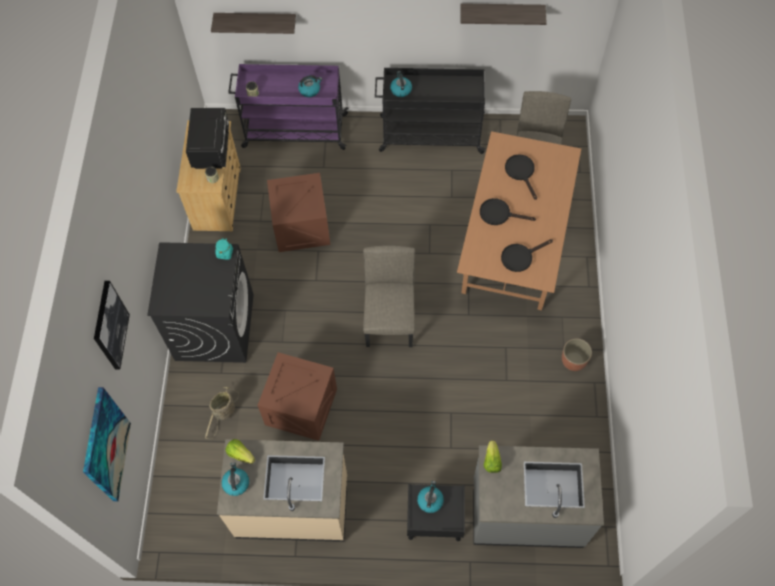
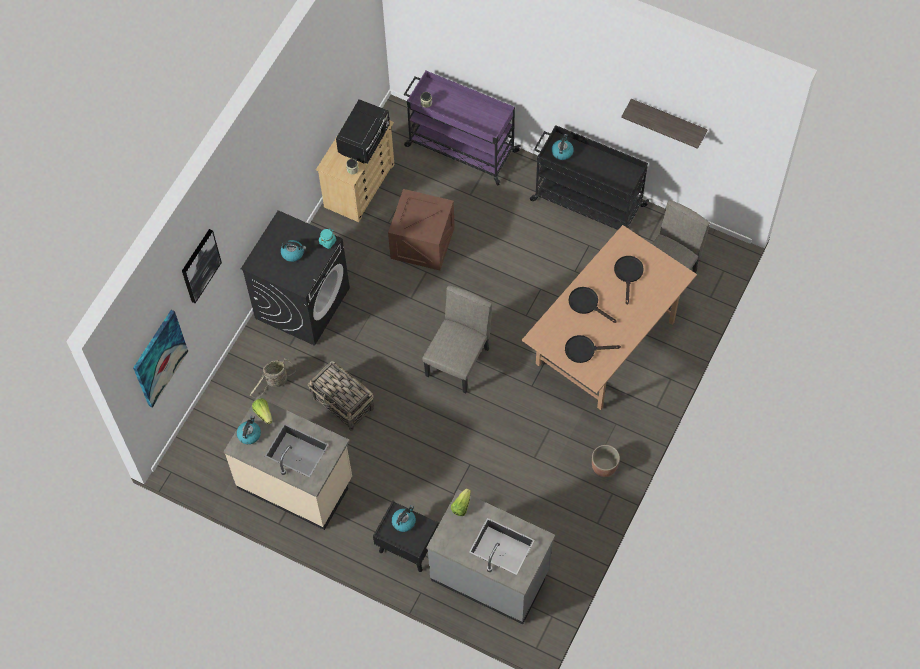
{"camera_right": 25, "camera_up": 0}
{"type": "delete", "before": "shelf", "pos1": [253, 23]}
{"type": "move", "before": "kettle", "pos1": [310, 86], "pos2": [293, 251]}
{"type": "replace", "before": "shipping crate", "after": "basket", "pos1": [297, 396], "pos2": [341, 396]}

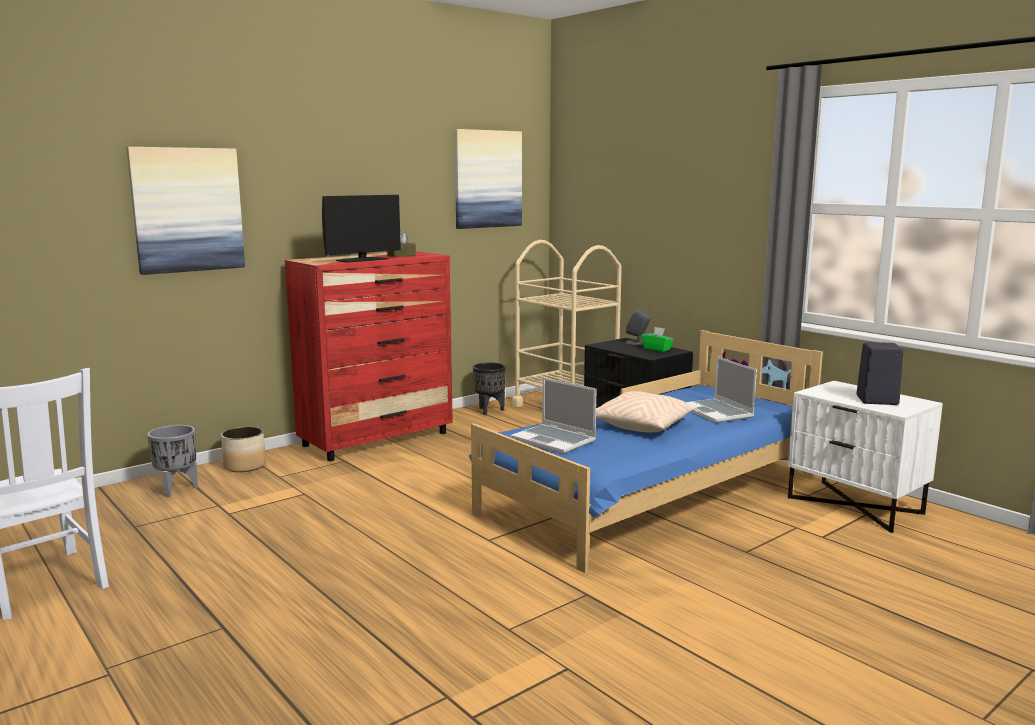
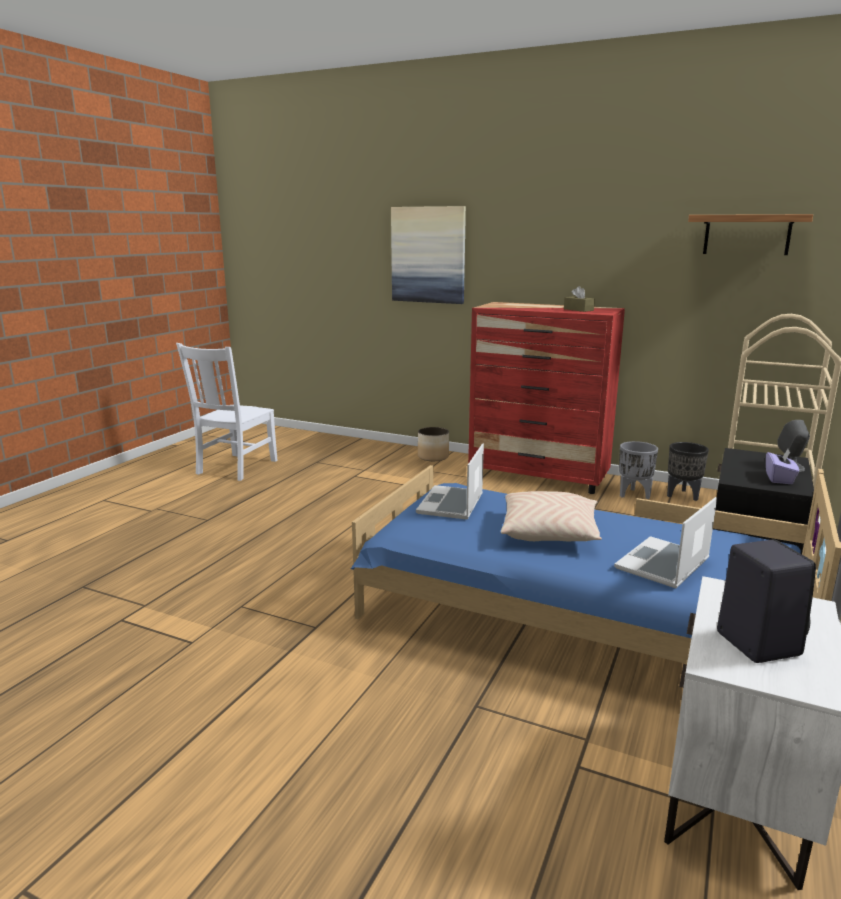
{"camera_right": 65, "camera_up": 5}
{"type": "replace", "before": "picture", "after": "shelf", "pos1": [488, 179], "pos2": [750, 234]}
{"type": "delete", "before": "computer screen", "pos1": [361, 229]}
{"type": "recolor", "before": "tissue holder (green)", "after": "tissue holder (purple)", "pos1": [657, 339], "pos2": [782, 466]}
{"type": "move", "before": "planter (grey)", "pos1": [172, 461], "pos2": [638, 470]}

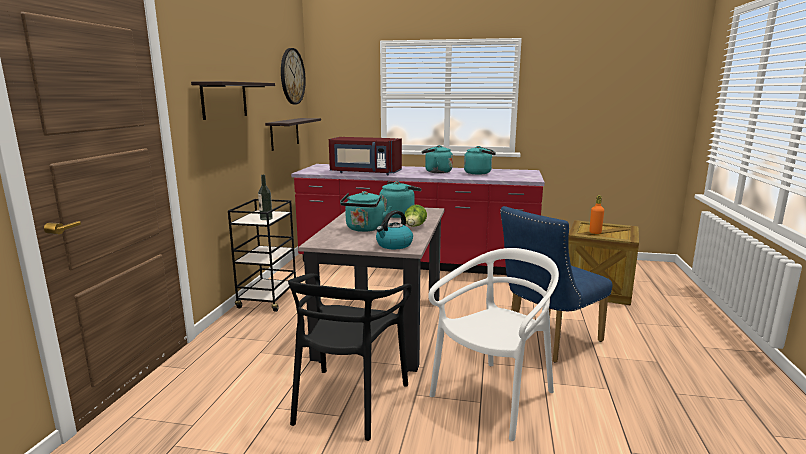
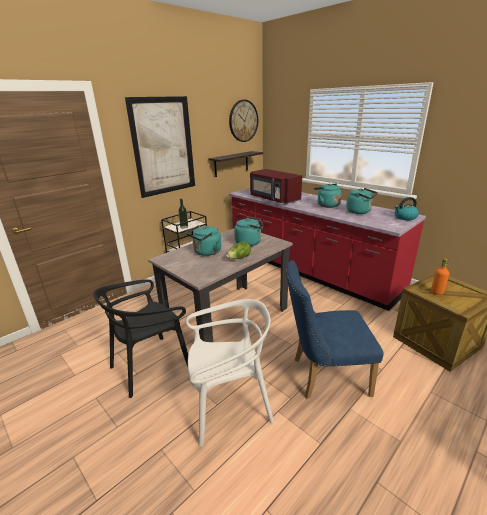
{"camera_right": 35, "camera_up": 10}
{"type": "replace", "before": "shelf", "after": "picture", "pos1": [233, 100], "pos2": [160, 147]}
{"type": "move", "before": "kettle", "pos1": [394, 229], "pos2": [407, 208]}

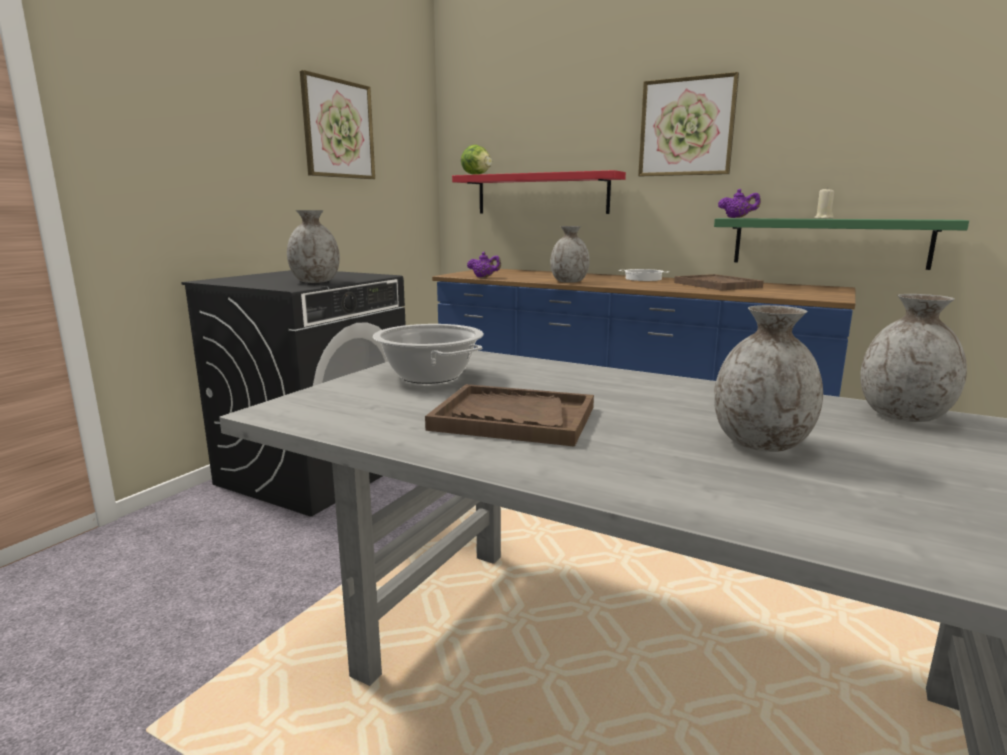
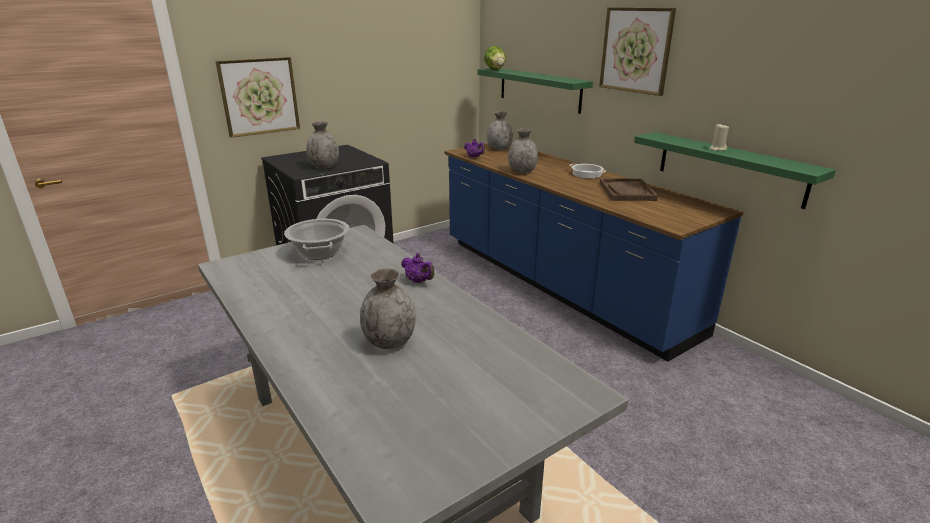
{"camera_right": 25, "camera_up": 10}
{"type": "move", "before": "picture", "pos1": [337, 124], "pos2": [257, 97]}
{"type": "recolor", "before": "shelf (red)", "after": "shelf (green)", "pos1": [539, 192], "pos2": [535, 91]}
{"type": "move", "before": "pot for tea (purple)", "pos1": [739, 203], "pos2": [417, 268]}
{"type": "move", "before": "decorative vase (grey)", "pos1": [913, 358], "pos2": [500, 131]}
{"type": "delete", "before": "carrying tray (brown-coloured)", "pos1": [509, 415]}

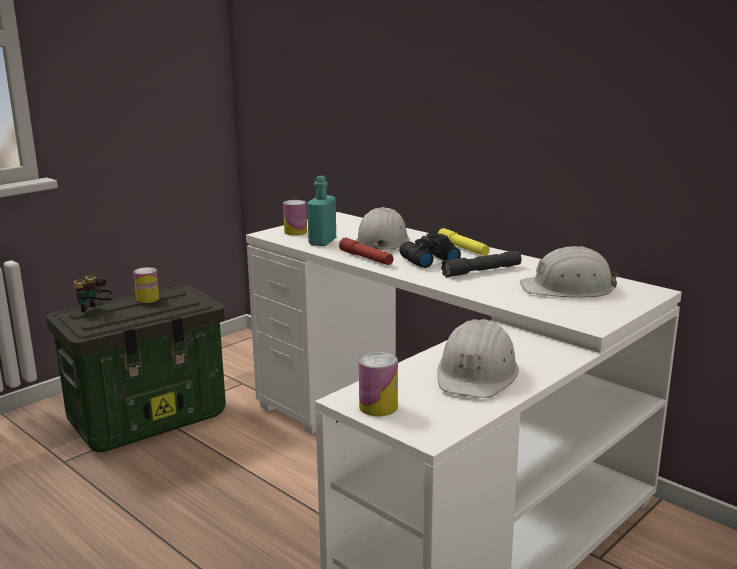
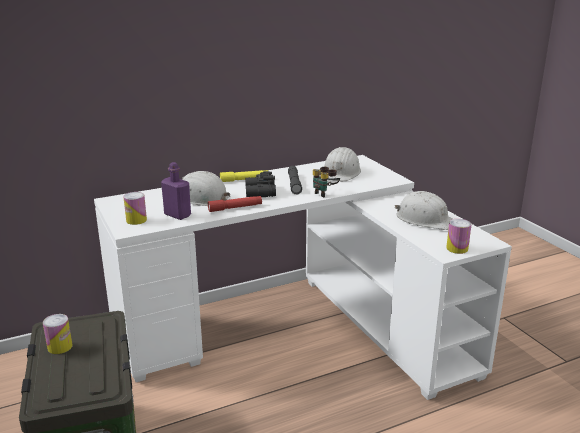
{"camera_right": -70, "camera_up": 5}
{"type": "recolor", "before": "drink bottle (blue-green)", "after": "drink bottle (purple)", "pos1": [321, 211], "pos2": [176, 191]}
{"type": "move", "before": "pair of binoculars", "pos1": [93, 294], "pos2": [326, 182]}

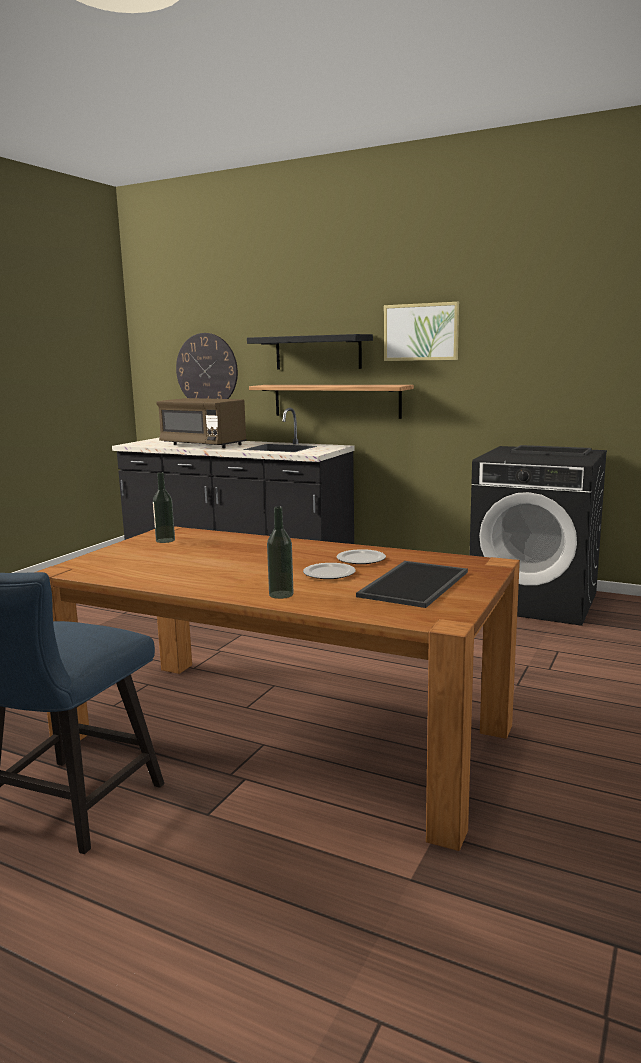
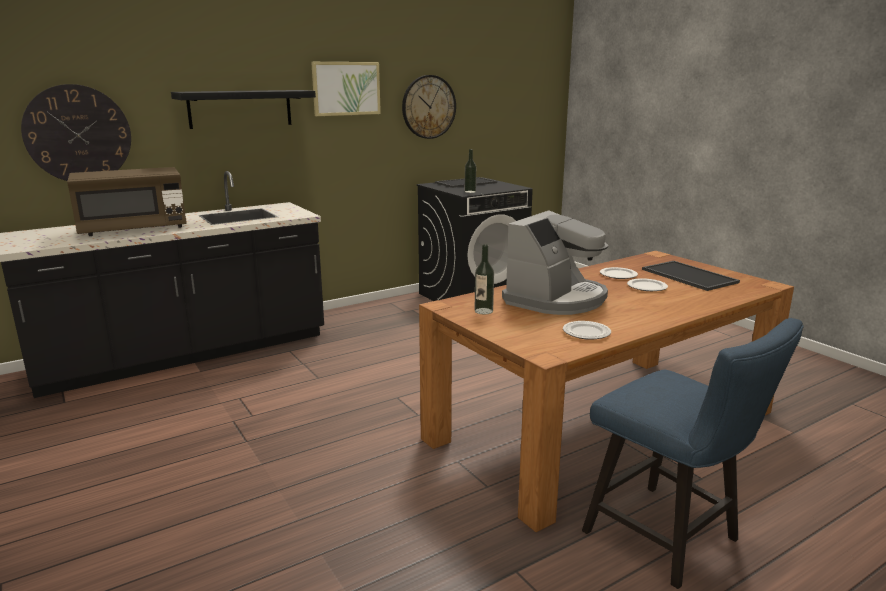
{"camera_right": -60, "camera_up": 5}
{"type": "delete", "before": "shelf", "pos1": [331, 402]}
{"type": "move", "before": "drink bottle", "pos1": [280, 552], "pos2": [470, 171]}
{"type": "insert", "after": "wall clock", "pos2": [429, 107]}
{"type": "insert", "after": "coffee brewer", "pos2": [555, 262]}
{"type": "insert", "after": "flat dish", "pos2": [587, 330]}

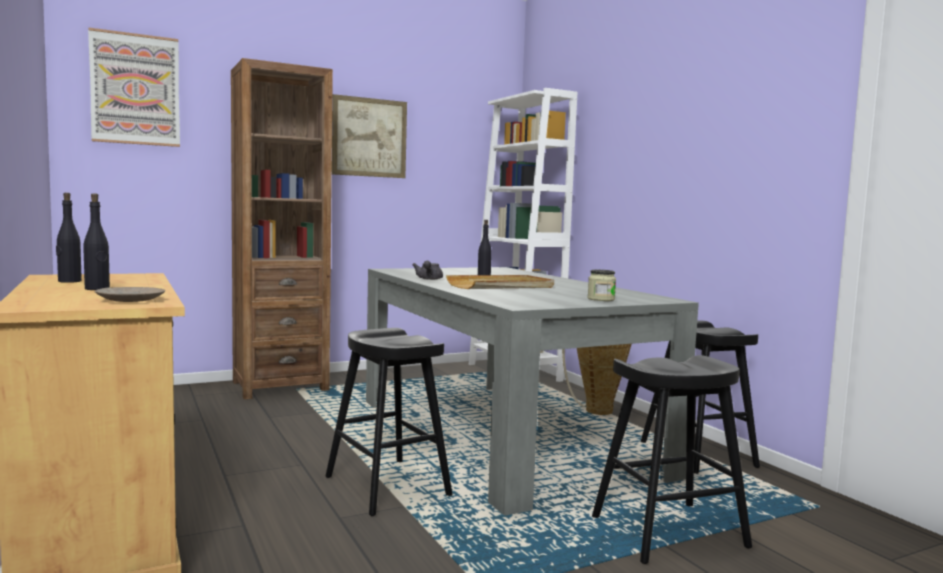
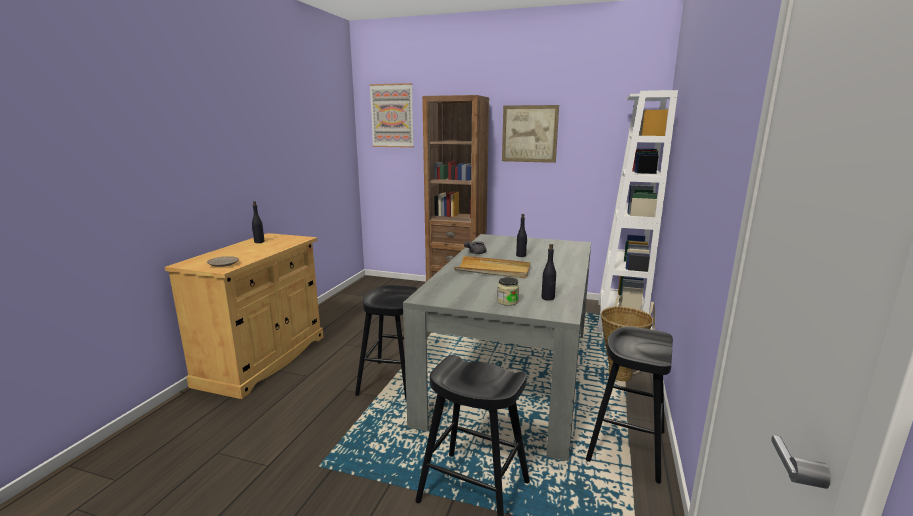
{"camera_right": 45, "camera_up": 10}
{"type": "move", "before": "drink bottle (blackish)", "pos1": [96, 242], "pos2": [548, 272]}

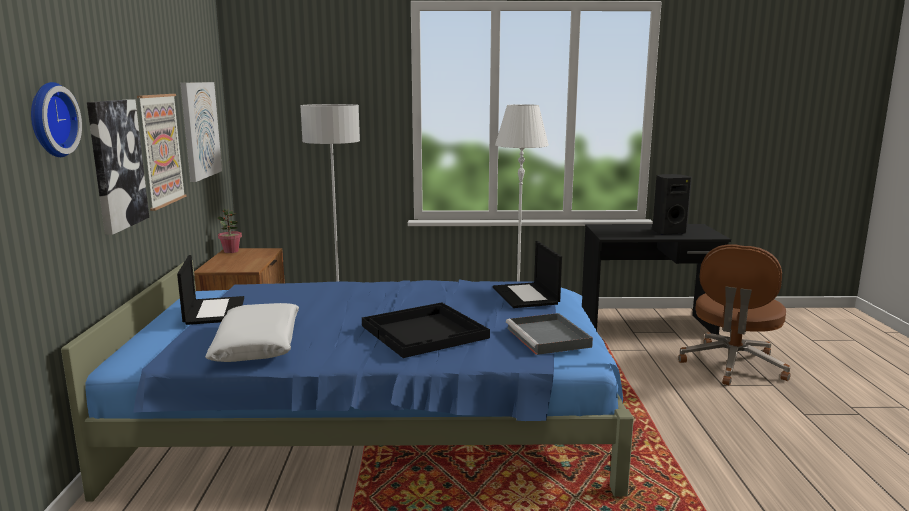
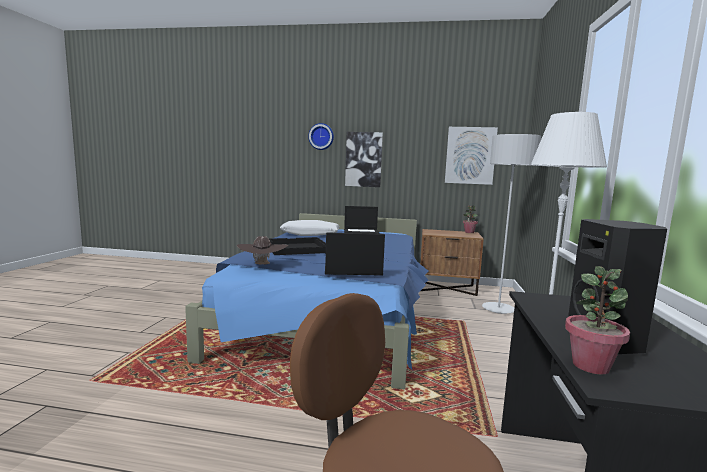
{"camera_right": 100, "camera_up": -5}
{"type": "delete", "before": "picture", "pos1": [162, 152]}
{"type": "replace", "before": "carrying tray (grey)", "after": "clothing hat (brown-coloured)", "pos1": [549, 334], "pos2": [262, 250]}
{"type": "insert", "after": "houseplant", "pos2": [597, 320]}

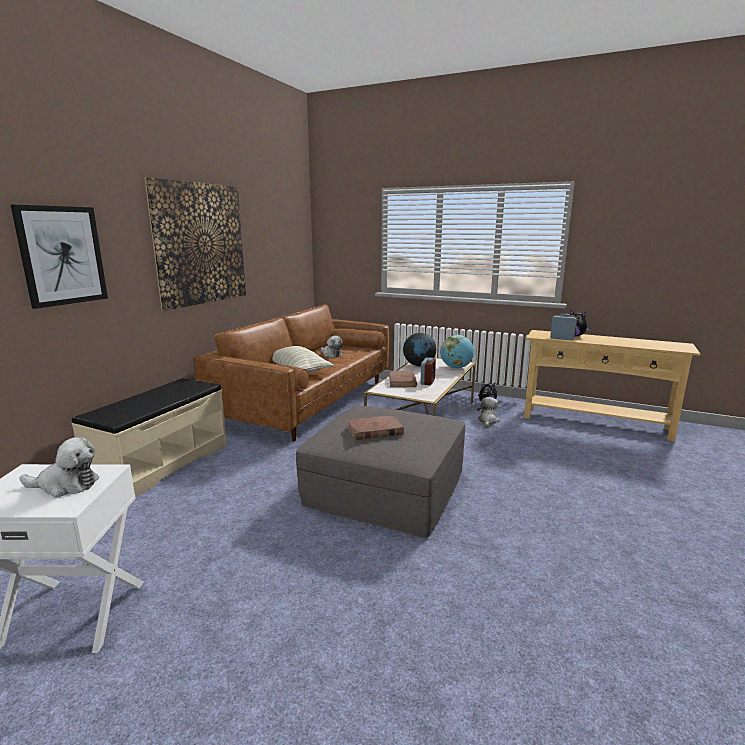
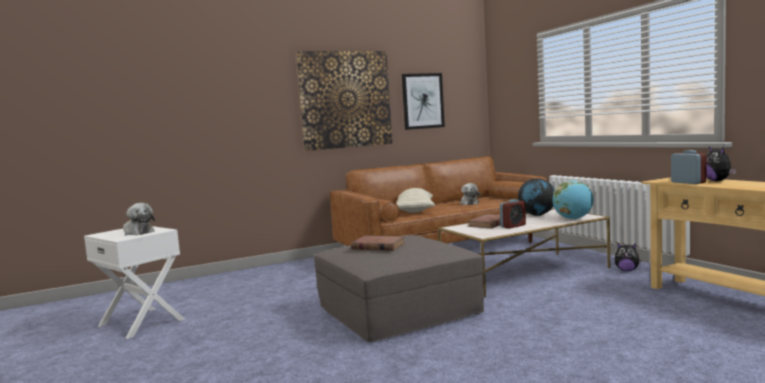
{"camera_right": 40, "camera_up": -10}
{"type": "move", "before": "picture", "pos1": [59, 257], "pos2": [423, 101]}
{"type": "delete", "before": "bench (beige)", "pos1": [149, 437]}
{"type": "delete", "before": "plush toy", "pos1": [488, 412]}

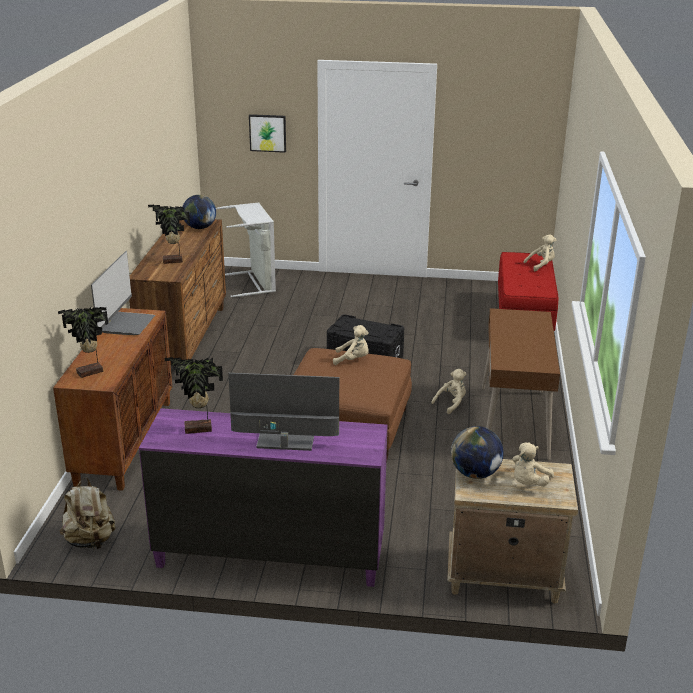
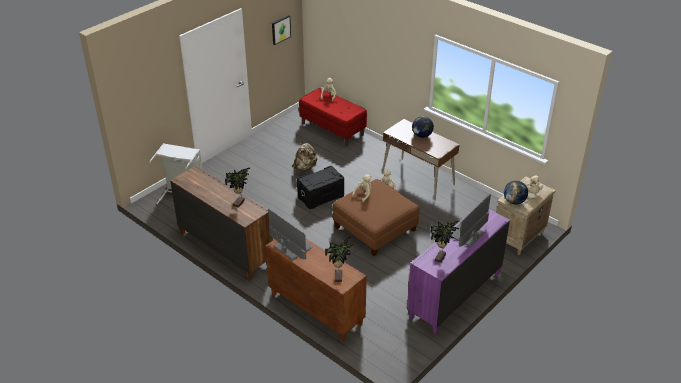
{"camera_right": -55, "camera_up": 10}
{"type": "move", "before": "picture", "pos1": [267, 133], "pos2": [281, 30]}
{"type": "move", "before": "globe", "pos1": [199, 212], "pos2": [423, 127]}
{"type": "move", "before": "backpack (beige)", "pos1": [87, 513], "pos2": [305, 156]}

